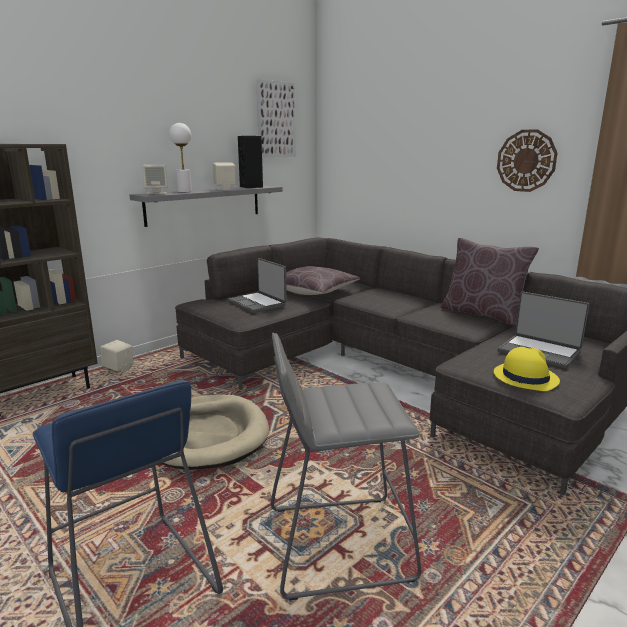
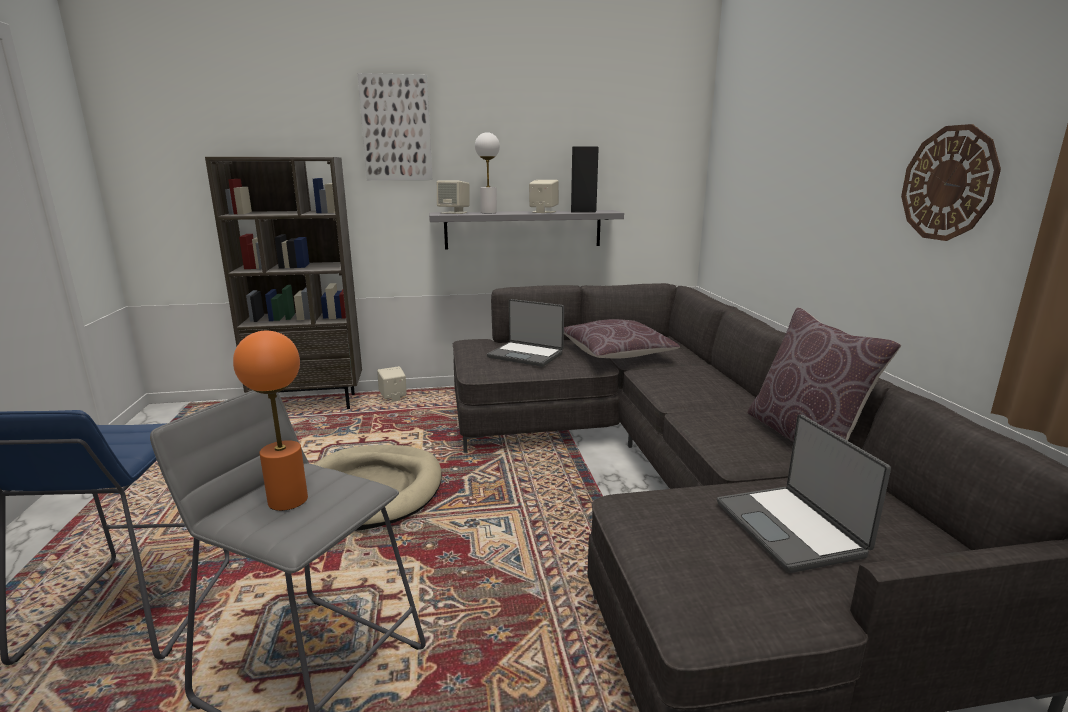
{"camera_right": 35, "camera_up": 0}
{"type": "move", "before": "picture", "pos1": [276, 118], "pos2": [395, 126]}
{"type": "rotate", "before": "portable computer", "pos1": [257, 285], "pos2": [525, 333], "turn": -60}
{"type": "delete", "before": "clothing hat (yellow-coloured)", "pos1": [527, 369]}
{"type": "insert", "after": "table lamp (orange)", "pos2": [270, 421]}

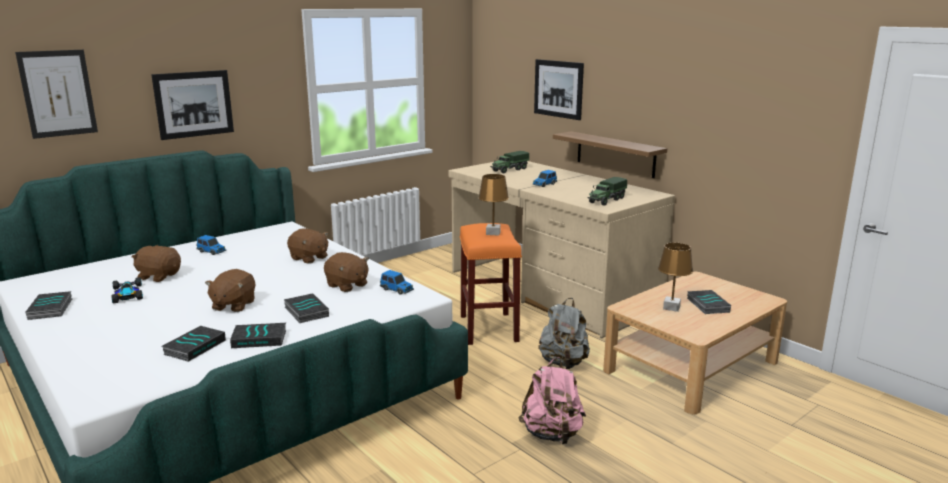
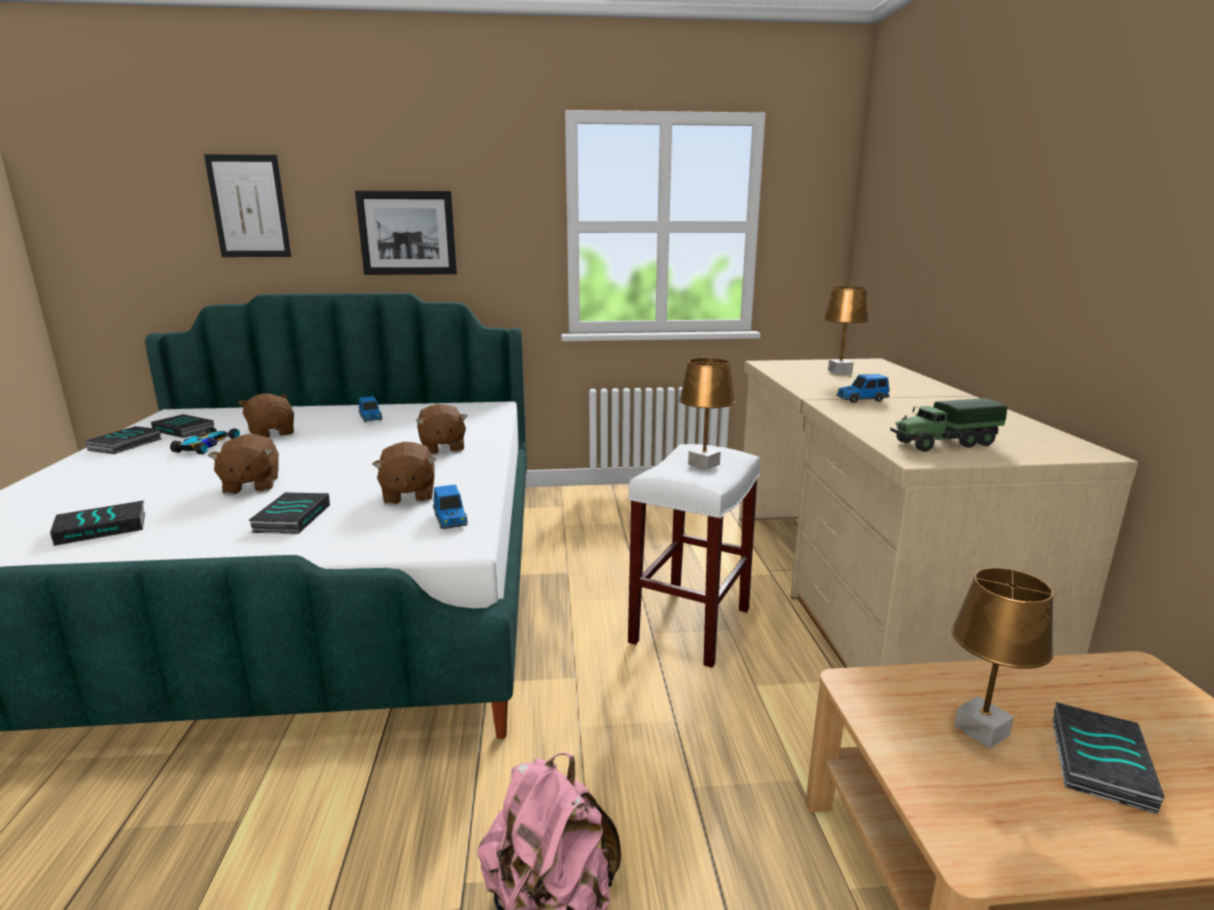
{"camera_right": 35, "camera_up": 0}
{"type": "delete", "before": "picture", "pos1": [559, 89]}
{"type": "delete", "before": "shelf", "pos1": [610, 154]}
{"type": "replace", "before": "toy truck", "after": "table lamp (brown-coloured)", "pos1": [509, 162], "pos2": [846, 330]}
{"type": "recolor", "before": "stool (orange)", "after": "stool (white-coloured)", "pos1": [491, 284], "pos2": [694, 556]}
{"type": "rotate", "before": "plush toy (brown-coloured)", "pos1": [230, 290], "pos2": [243, 464], "turn": -60}
{"type": "delete", "before": "backpack (grey)", "pos1": [564, 333]}
{"type": "move", "before": "book", "pos1": [258, 335], "pos2": [182, 426]}

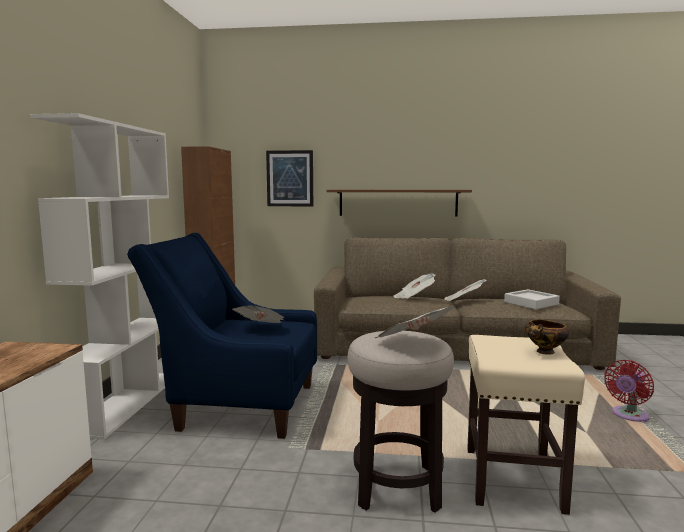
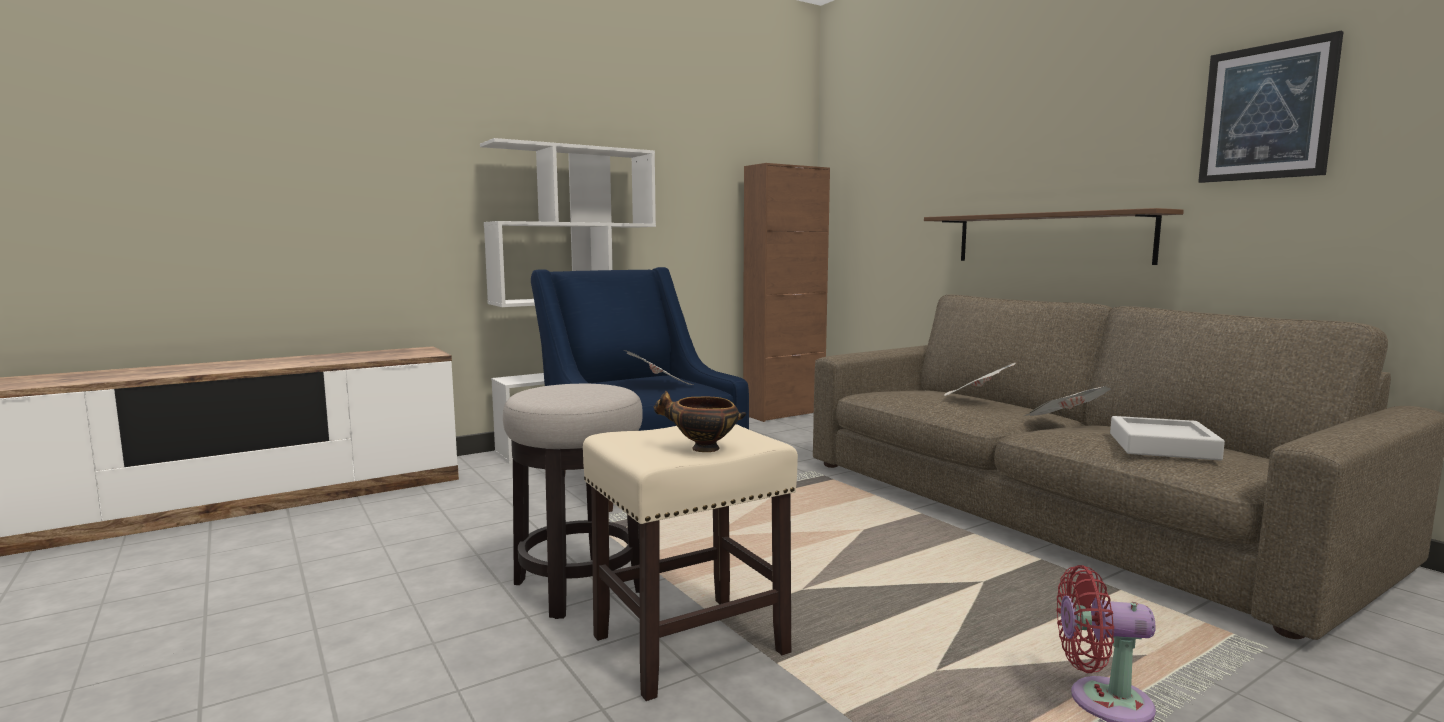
{"camera_right": 50, "camera_up": 0}
{"type": "move", "before": "picture", "pos1": [289, 178], "pos2": [1270, 107]}
{"type": "delete", "before": "printed paper", "pos1": [414, 322]}

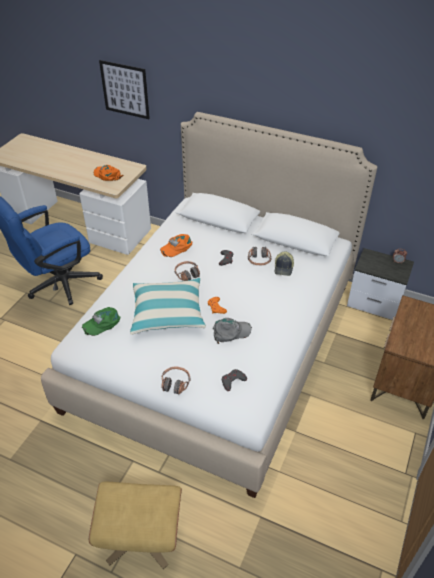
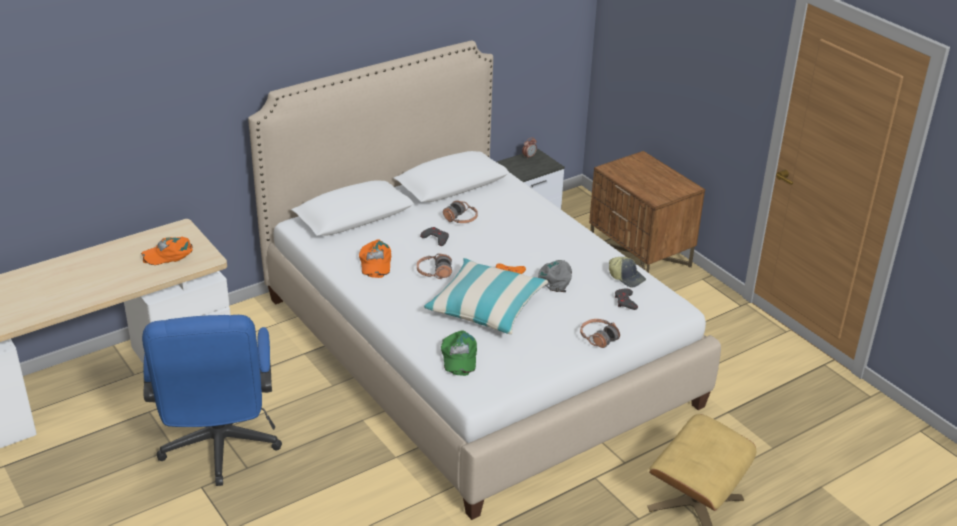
{"camera_right": -60, "camera_up": -10}
{"type": "delete", "before": "picture", "pos1": [124, 89]}
{"type": "move", "before": "cap", "pos1": [284, 263], "pos2": [627, 272]}

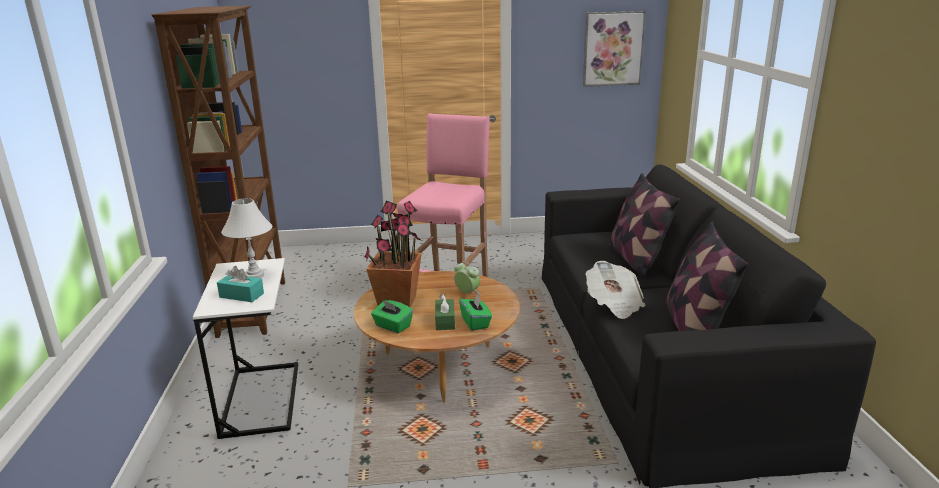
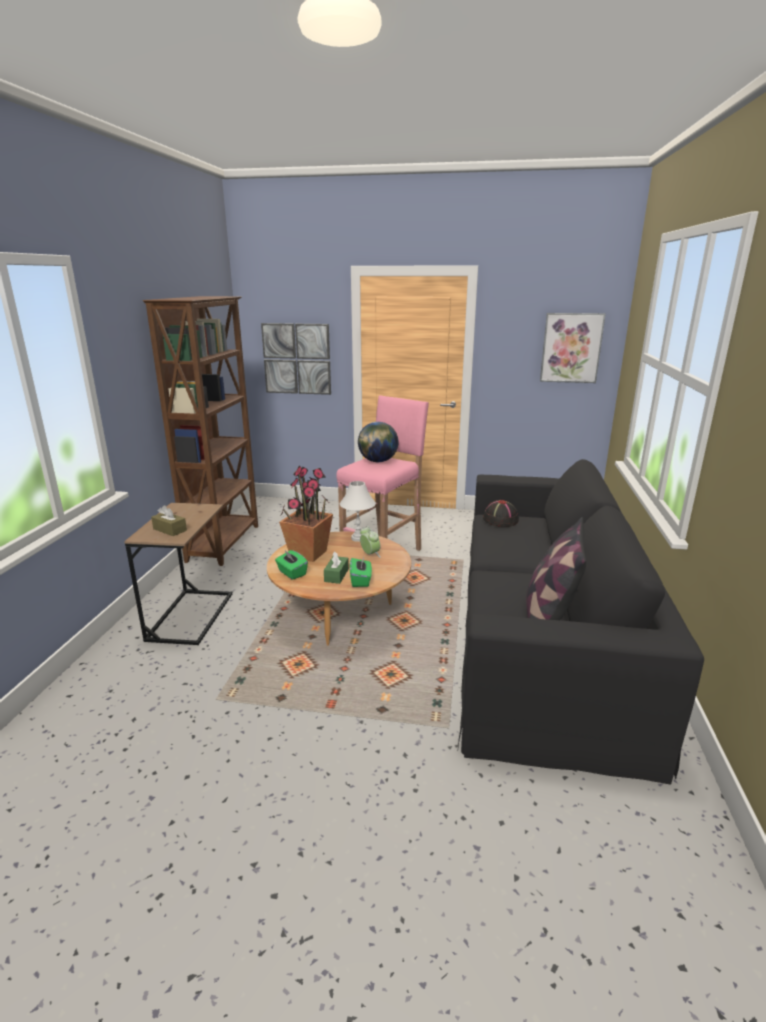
{"camera_right": 15, "camera_up": 0}
{"type": "delete", "before": "pillow", "pos1": [644, 225]}
{"type": "move", "before": "table lamp (white-coloured)", "pos1": [246, 238], "pos2": [358, 511]}
{"type": "recolor", "before": "accent table (white-coloured)", "after": "accent table (brown-coloured)", "pos1": [245, 348], "pos2": [178, 574]}
{"type": "delete", "before": "printed paper", "pos1": [615, 290]}
{"type": "recolor", "before": "tissue holder (blue-green)", "after": "tissue holder (brown-coloured)", "pos1": [240, 284], "pos2": [169, 520]}
{"type": "insert", "after": "picture", "pos2": [296, 359]}
{"type": "insert", "after": "globe", "pos2": [378, 442]}
{"type": "insert", "after": "clothing hat (blackish)", "pos2": [501, 513]}

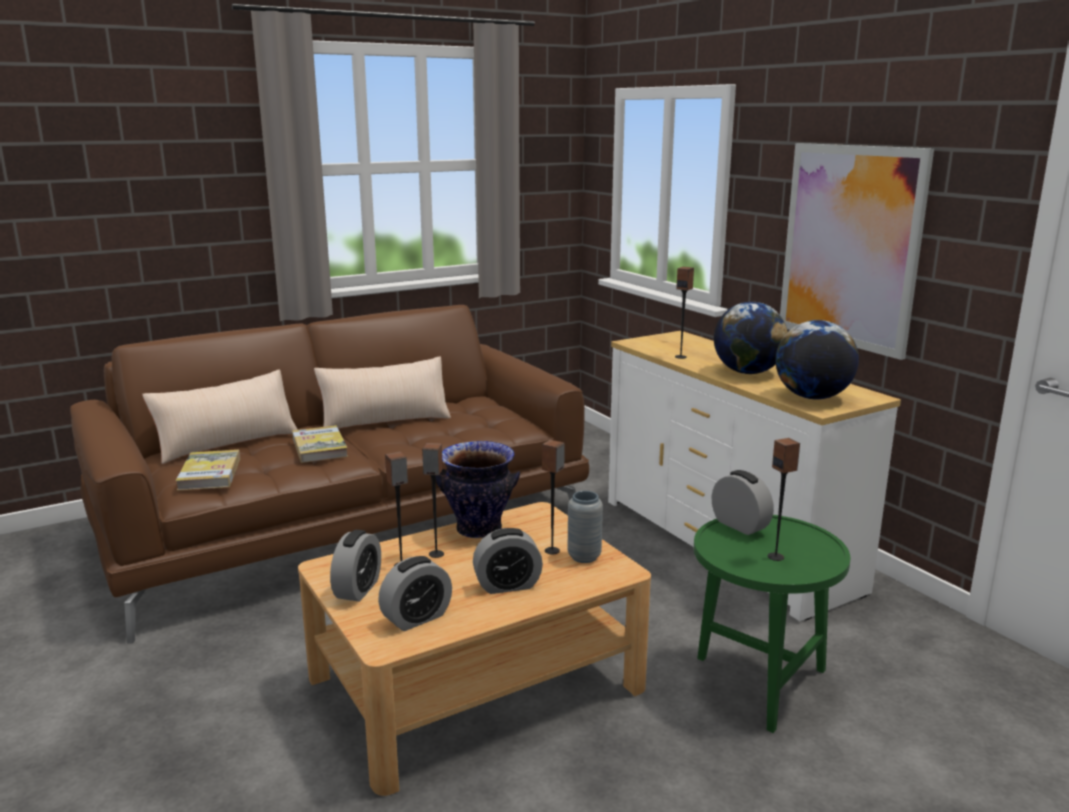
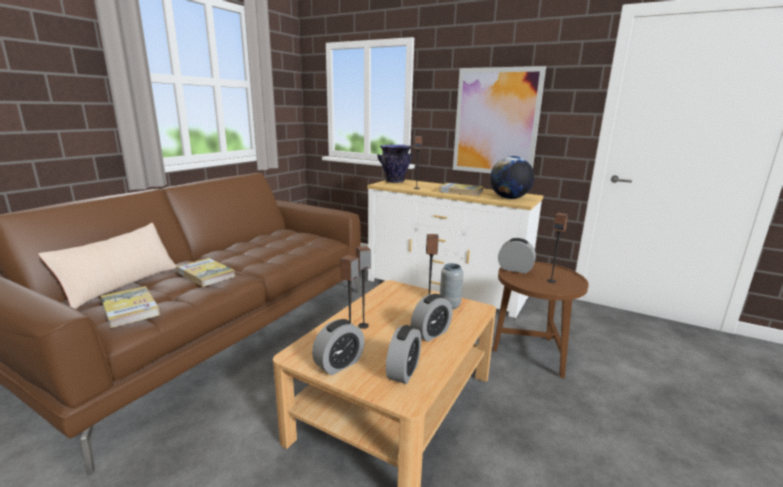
{"camera_right": -30, "camera_up": 0}
{"type": "replace", "before": "globe", "after": "book", "pos1": [751, 338], "pos2": [461, 189]}
{"type": "delete", "before": "pillow (beige)", "pos1": [382, 392]}
{"type": "move", "before": "decorative vase", "pos1": [478, 489], "pos2": [395, 164]}
{"type": "recolor", "before": "accent table (green)", "after": "accent table (brown-coloured)", "pos1": [772, 624], "pos2": [541, 320]}
{"type": "rotate", "before": "alarm clock", "pos1": [355, 566], "pos2": [338, 347], "turn": 60}

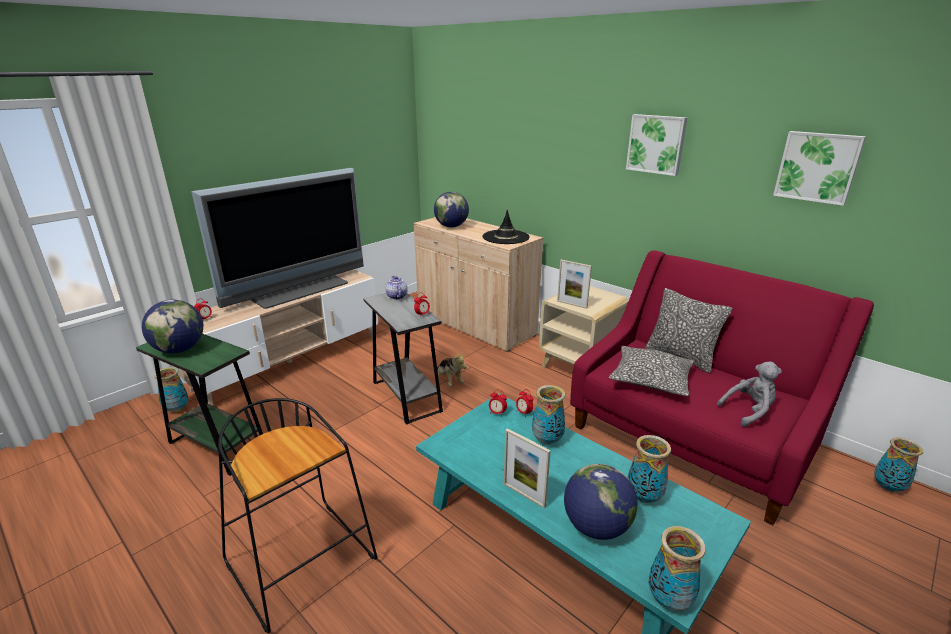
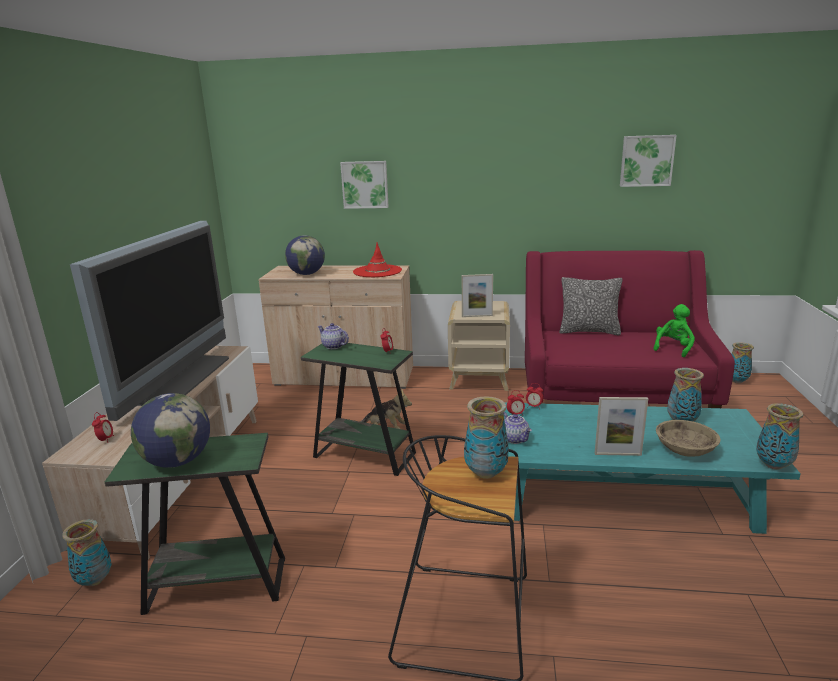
{"camera_right": -35, "camera_up": -5}
{"type": "move", "before": "picture", "pos1": [656, 145], "pos2": [364, 185]}
{"type": "recolor", "before": "clothing hat (blackish)", "after": "clothing hat (red)", "pos1": [506, 227], "pos2": [377, 260]}
{"type": "recolor", "before": "accent table (grey)", "after": "accent table (green)", "pos1": [403, 359], "pos2": [358, 409]}
{"type": "delete", "before": "pillow", "pos1": [652, 371]}
{"type": "recolor", "before": "plush toy (grey)", "after": "plush toy (green)", "pos1": [749, 394], "pos2": [674, 330]}
{"type": "move", "before": "decorative vase", "pos1": [548, 415], "pos2": [486, 437]}
{"type": "replace", "before": "globe", "after": "deep dish (beige)", "pos1": [601, 502], "pos2": [688, 438]}
{"type": "insert", "after": "pot for tea", "pos2": [517, 428]}

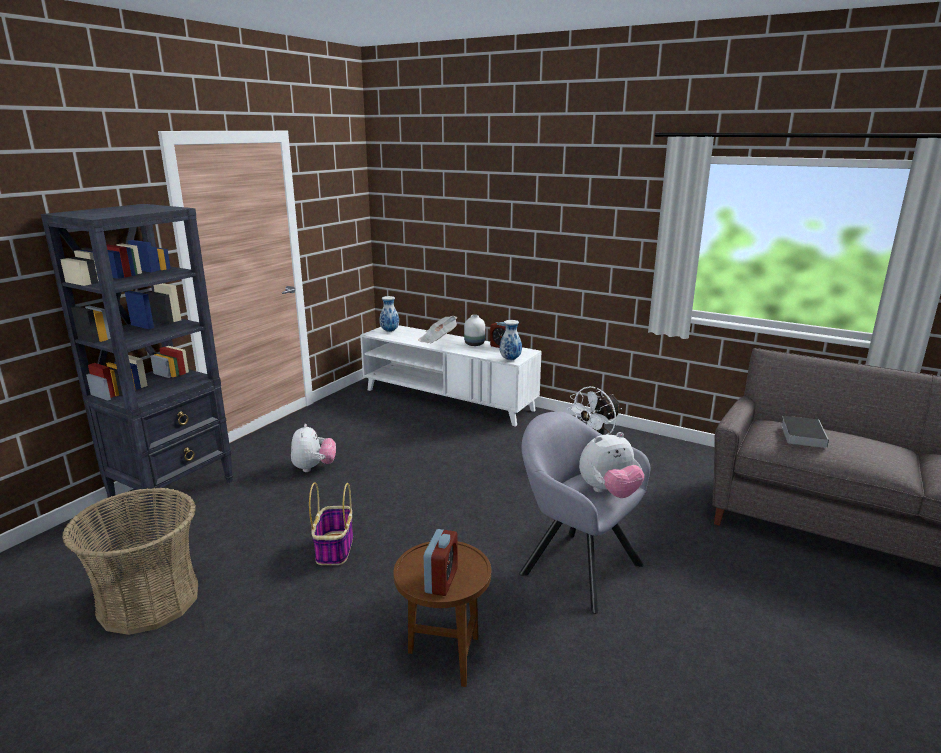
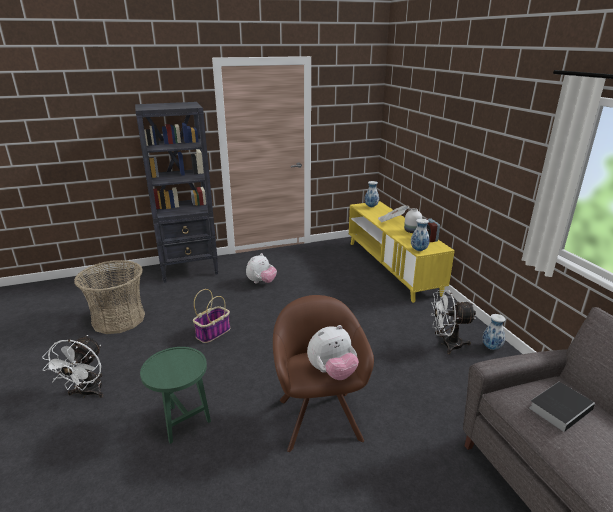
{"camera_right": 40, "camera_up": 5}
{"type": "recolor", "before": "tv stand (white-coloured)", "after": "tv stand (yellow-coloured)", "pos1": [450, 376], "pos2": [402, 252]}
{"type": "recolor", "before": "easy chair (grey)", "after": "easy chair (brown-coloured)", "pos1": [584, 512], "pos2": [323, 373]}
{"type": "rotate", "before": "plush toy", "pos1": [611, 465], "pos2": [333, 352], "turn": -45}
{"type": "delete", "before": "alarm clock", "pos1": [441, 562]}
{"type": "recolor", "before": "accent table (brown-coloured)", "after": "accent table (green)", "pos1": [442, 614], "pos2": [175, 395]}
{"type": "insert", "after": "decorative vase", "pos2": [494, 332]}
{"type": "insert", "after": "fan (white-coloured)", "pos2": [72, 366]}

